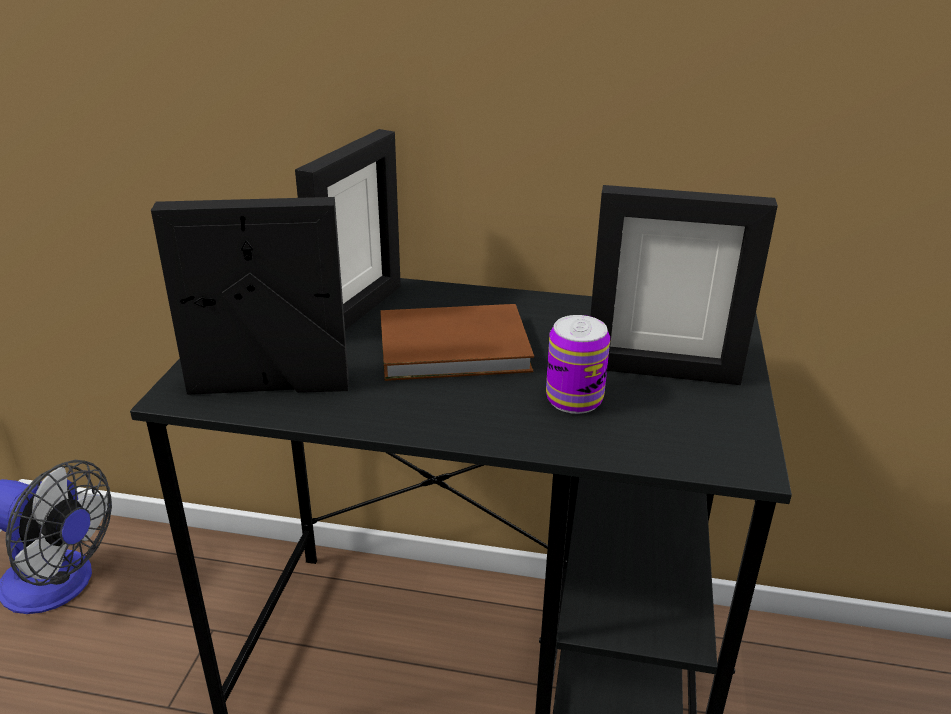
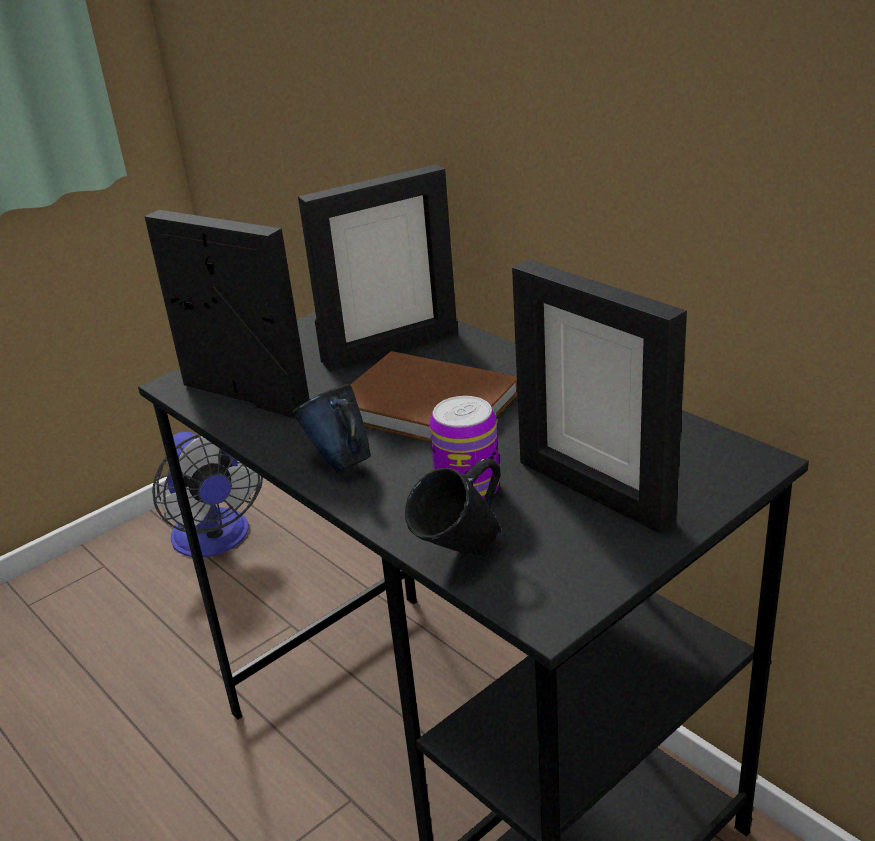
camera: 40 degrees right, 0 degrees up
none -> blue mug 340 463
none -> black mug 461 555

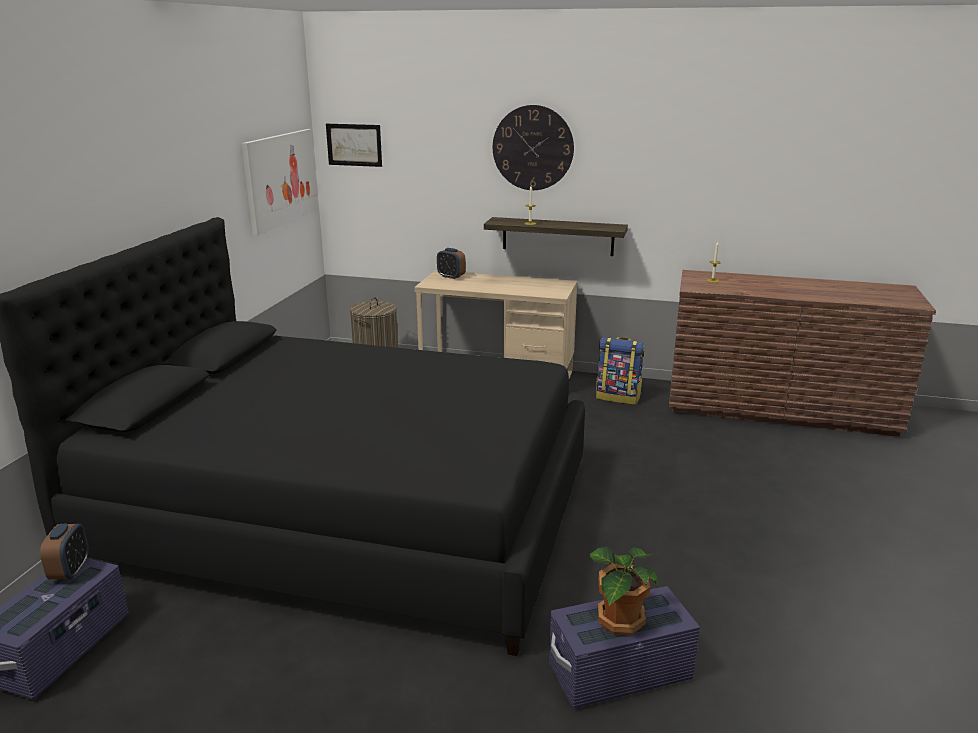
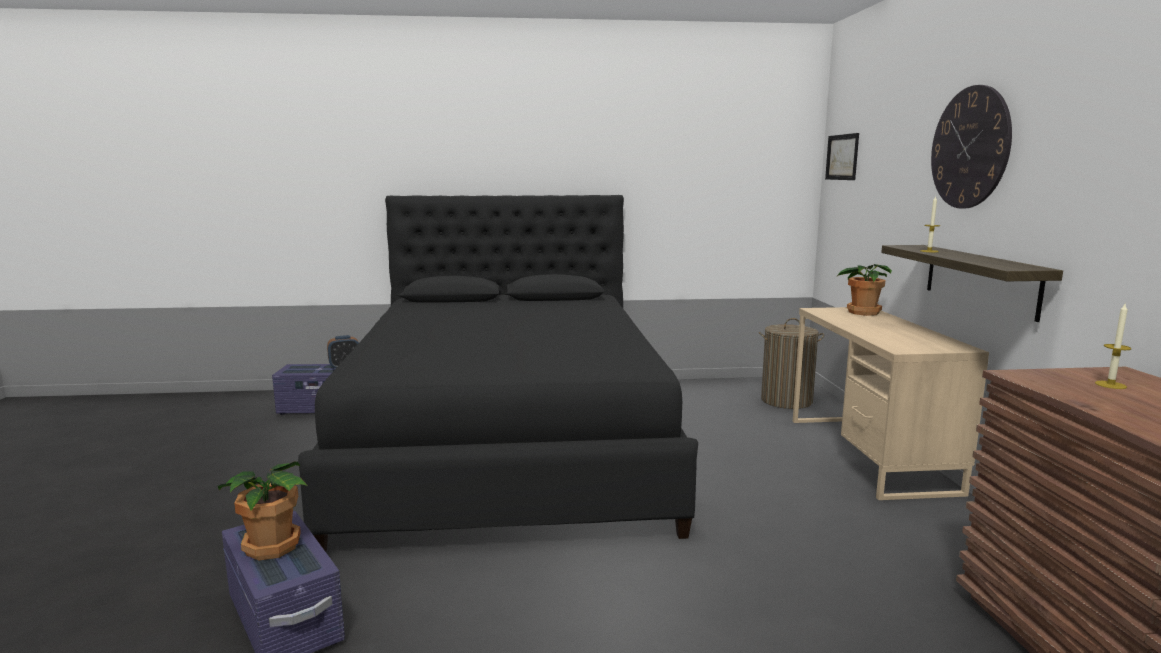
camera: 70 degrees right, 10 degrees down
picture 281 179 -> none
backpack 618 397 -> none
alarm clock 451 276 -> potted plant 862 312

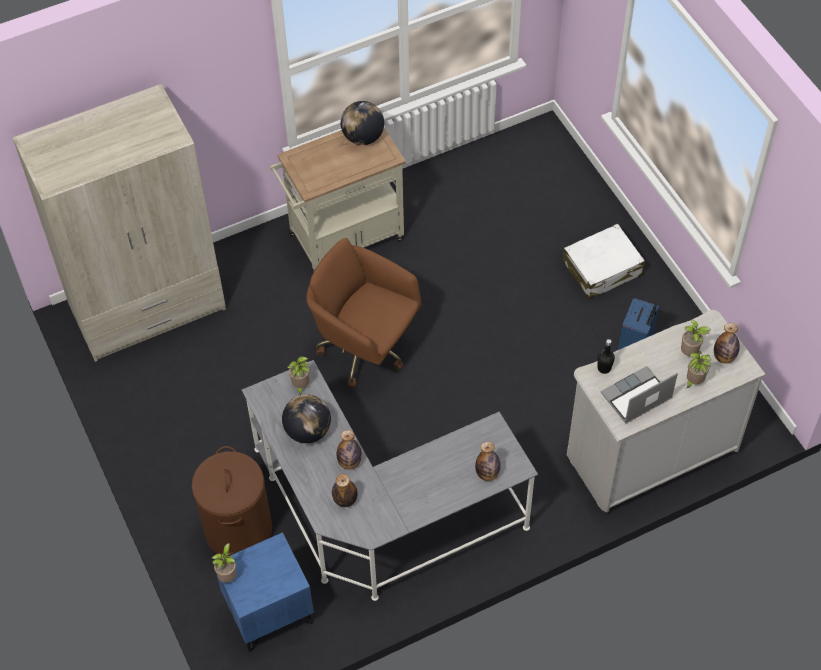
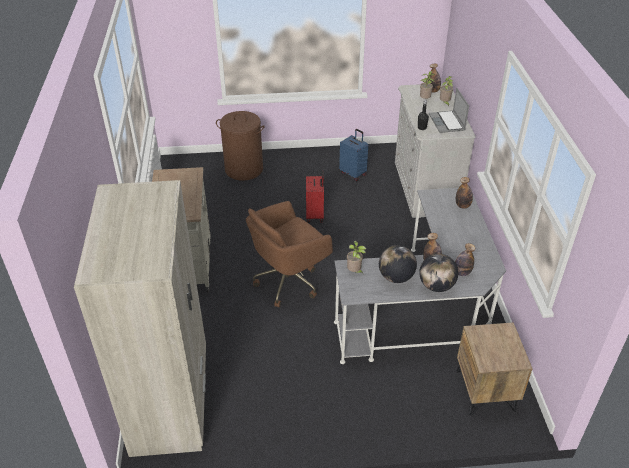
camera: 70 degrees left, 15 degrees down
potted plant 228 576 -> none
white suitcase 602 269 -> none
none -> red suitcase 315 215
brown laundry basket 238 529 -> brown laundry basket 243 169, moved
globe 363 137 -> globe 436 286, moved
blue nightstand 269 613 -> brown nightstand 485 391

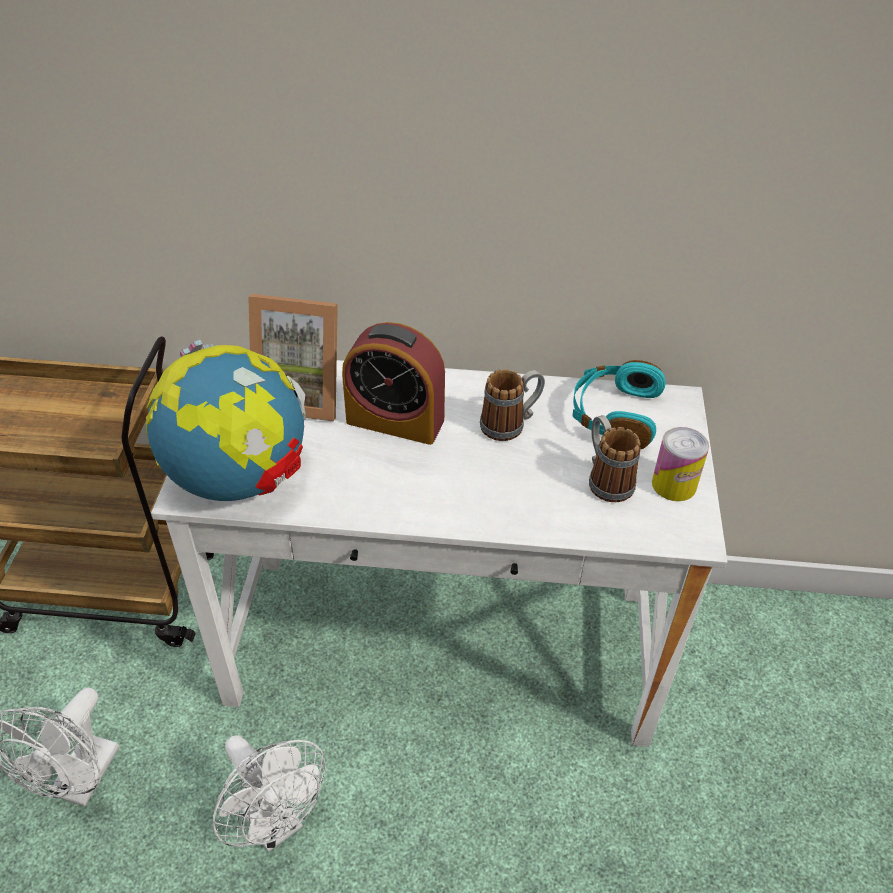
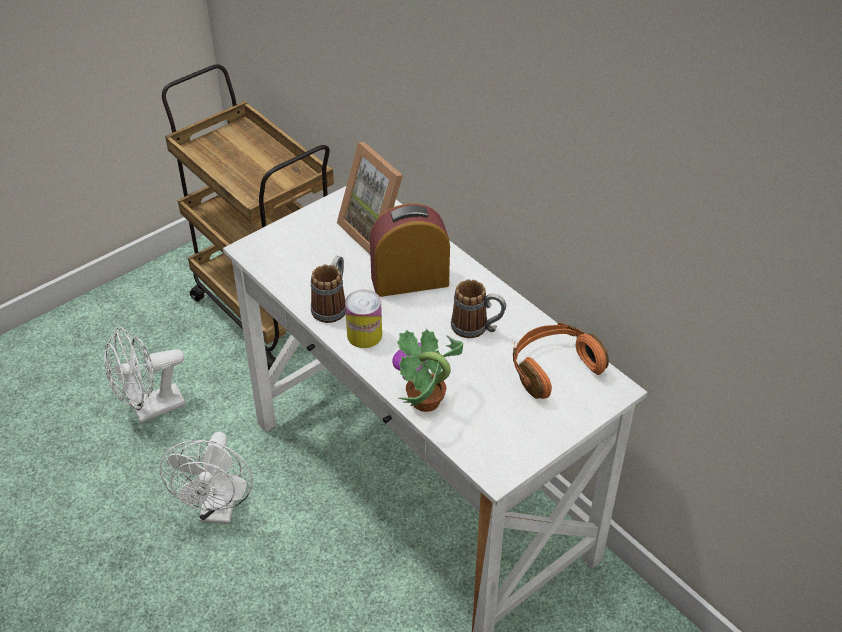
camera: 45 degrees right, 0 degrees up
globe 240 479 -> none
none -> potted plant 425 402
mug 605 479 -> mug 332 305, moved
can 674 484 -> can 364 335, moved
turquoise headphones 614 416 -> orange headphones 553 368
alarm clock 395 421 -> alarm clock 410 281, 105 degrees clockwise

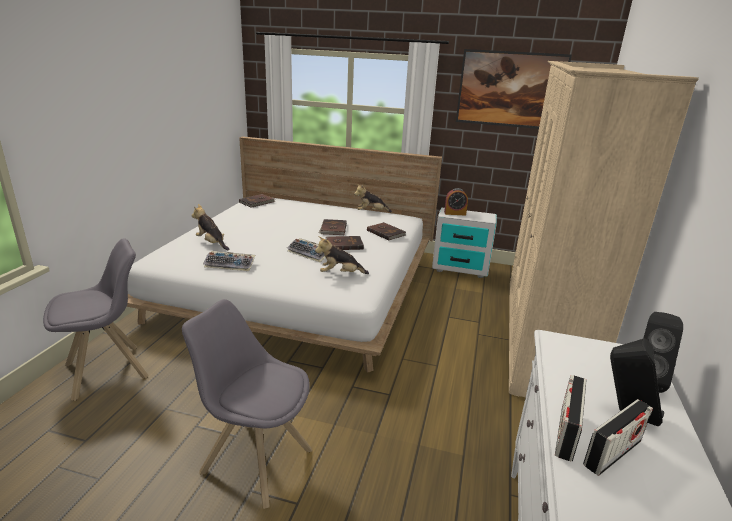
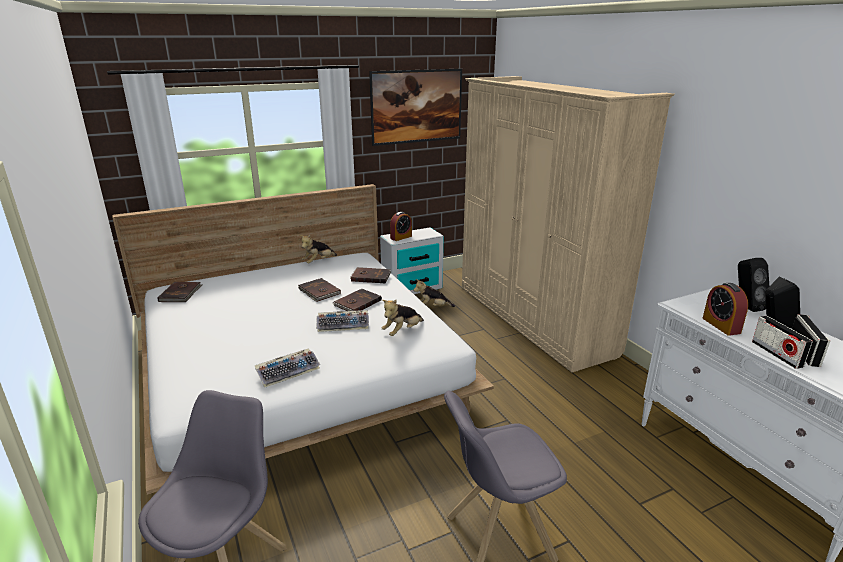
camera: 40 degrees left, 0 degrees up
none -> alarm clock 721 325
plush toy 211 243 -> plush toy 432 307, moved

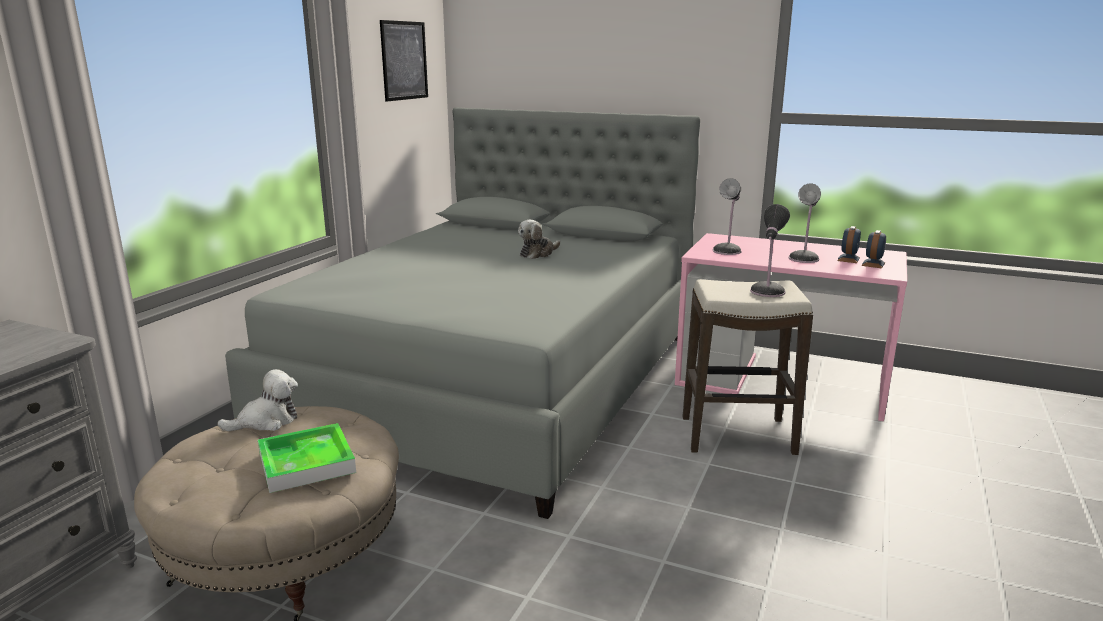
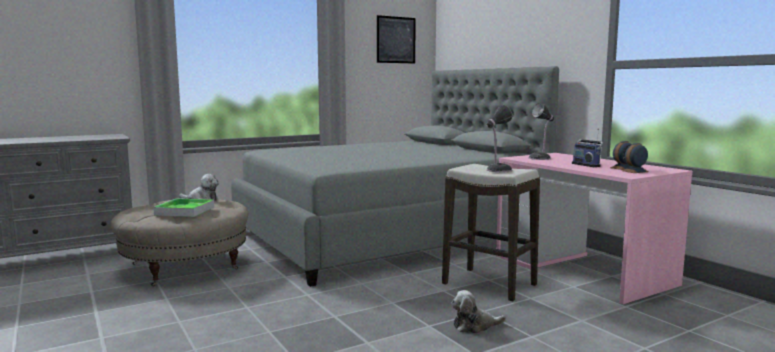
camera: 35 degrees right, 10 degrees down
plush toy 538 253 -> plush toy 474 326, moved
table lamp 804 258 -> radio 587 165

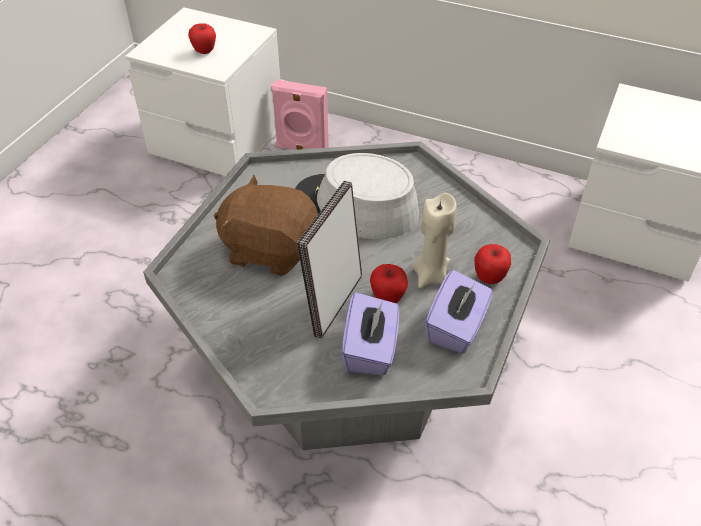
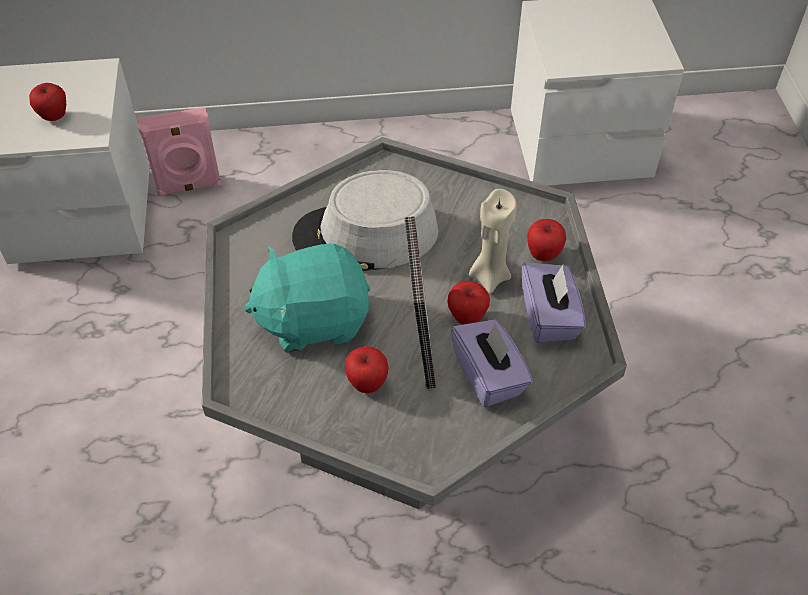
camera: 30 degrees left, 5 degrees up
none -> apple 367 383
brown plush toy 270 249 -> turquoise plush toy 313 319

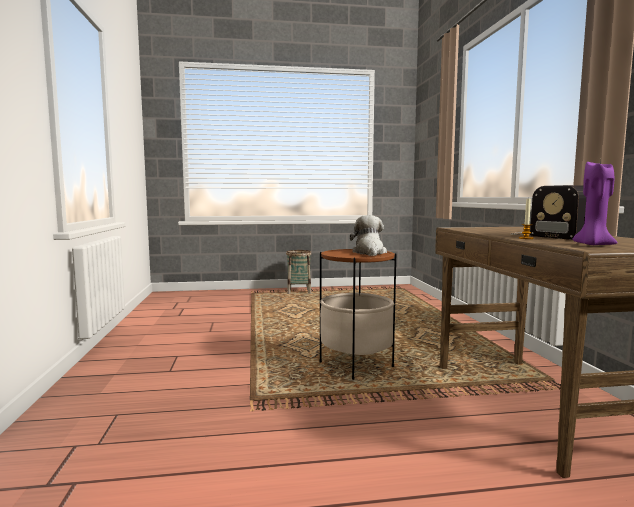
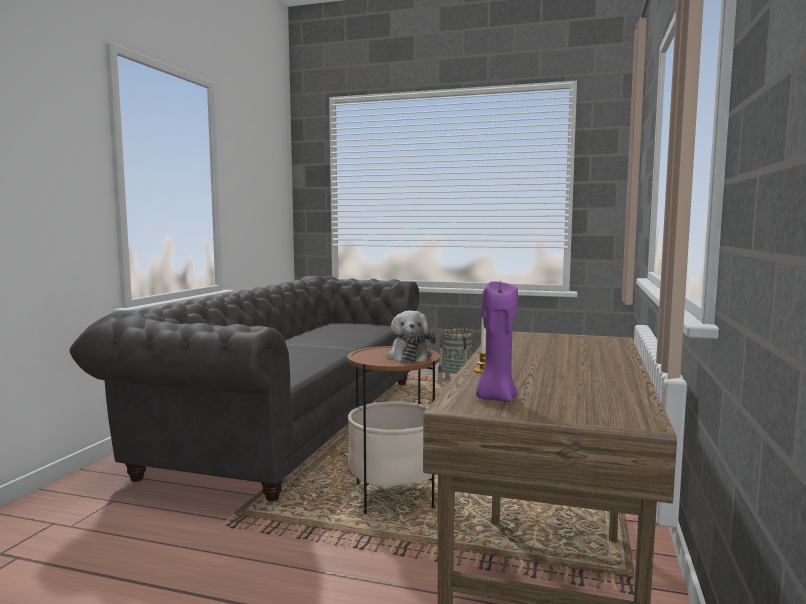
camera: 25 degrees right, 0 degrees up
radio 548 235 -> none
none -> grey sofa 292 420
plush toy 369 253 -> plush toy 409 356, 150 degrees clockwise

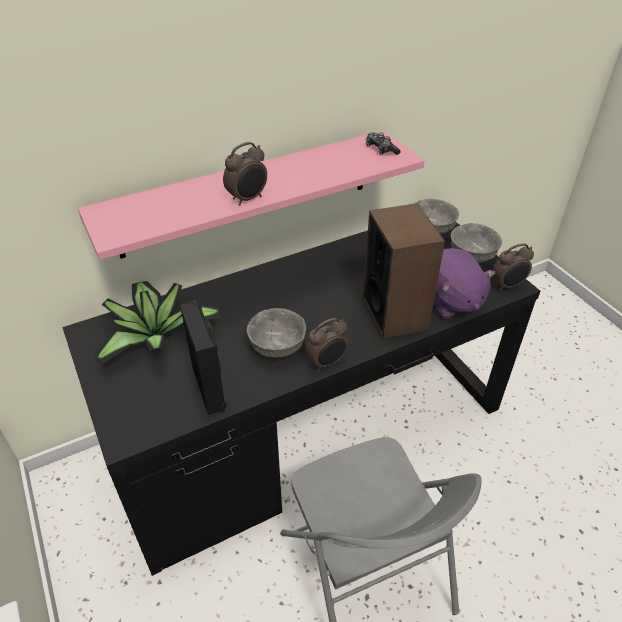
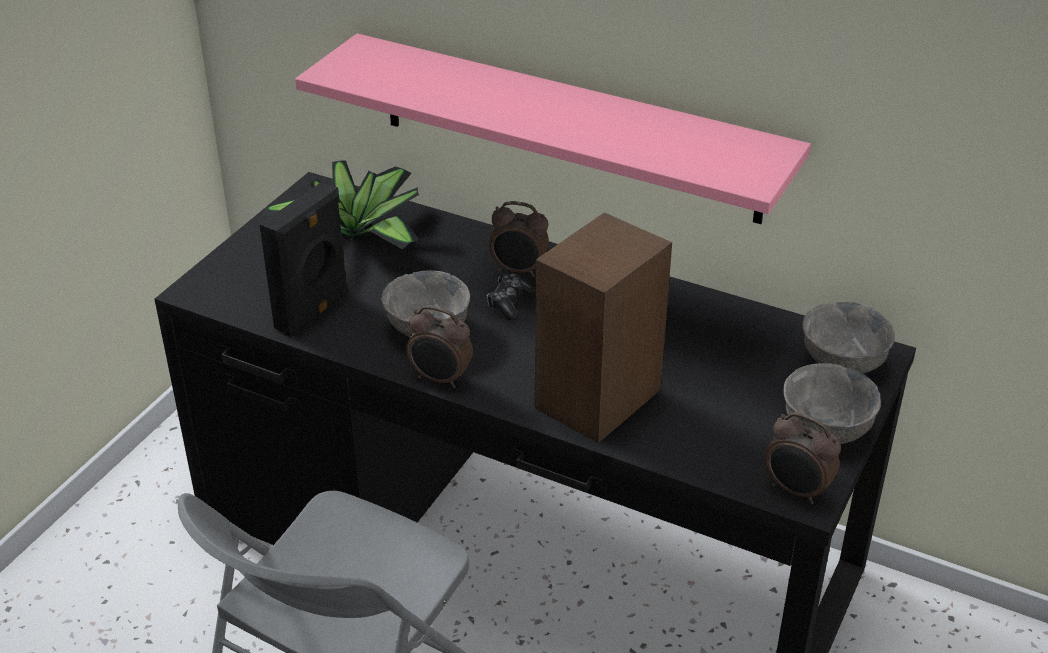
camera: 55 degrees right, 5 degrees down
purple plush toy 449 301 -> none
alarm clock 248 199 -> alarm clock 518 270, moved
game controller 380 150 -> game controller 509 303, moved

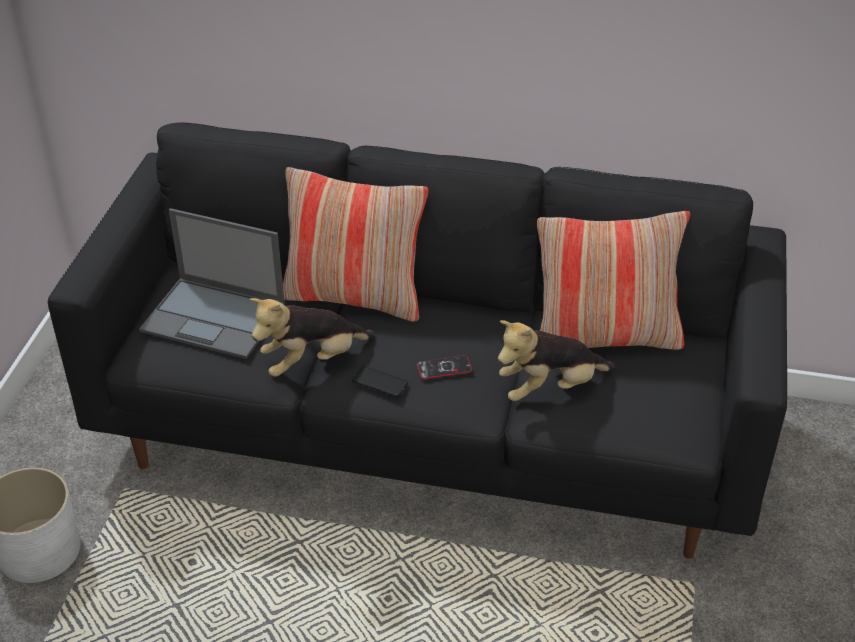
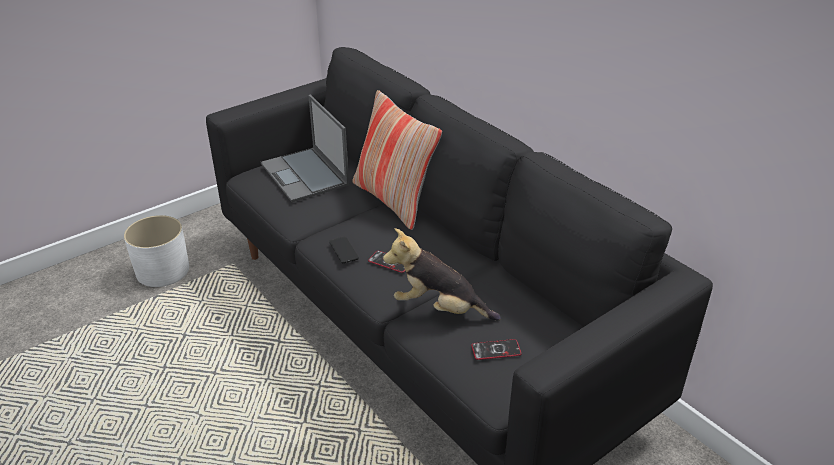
camera: 40 degrees right, 5 degrees down
plush toy 312 361 -> none
pillow 605 337 -> none
none -> phone 496 350

